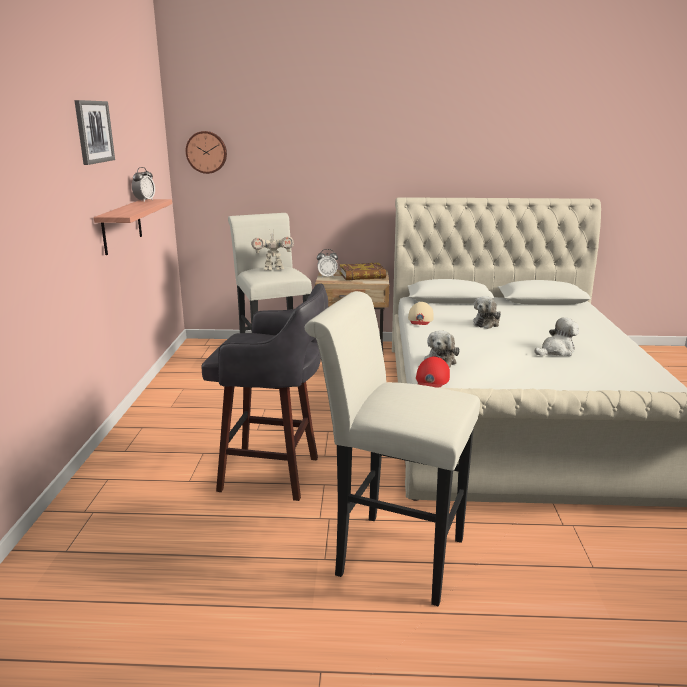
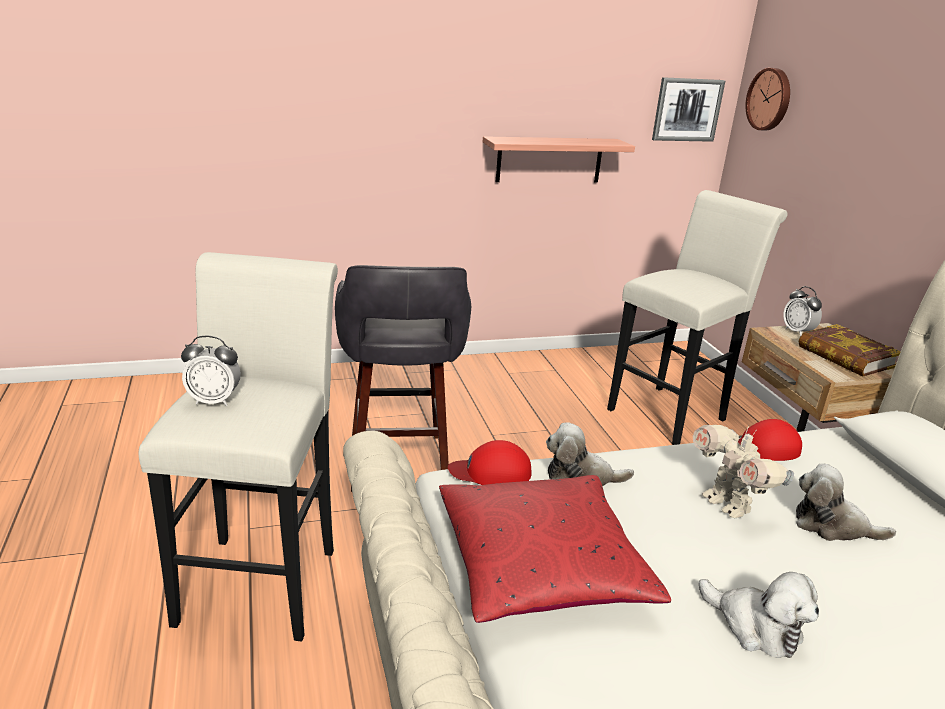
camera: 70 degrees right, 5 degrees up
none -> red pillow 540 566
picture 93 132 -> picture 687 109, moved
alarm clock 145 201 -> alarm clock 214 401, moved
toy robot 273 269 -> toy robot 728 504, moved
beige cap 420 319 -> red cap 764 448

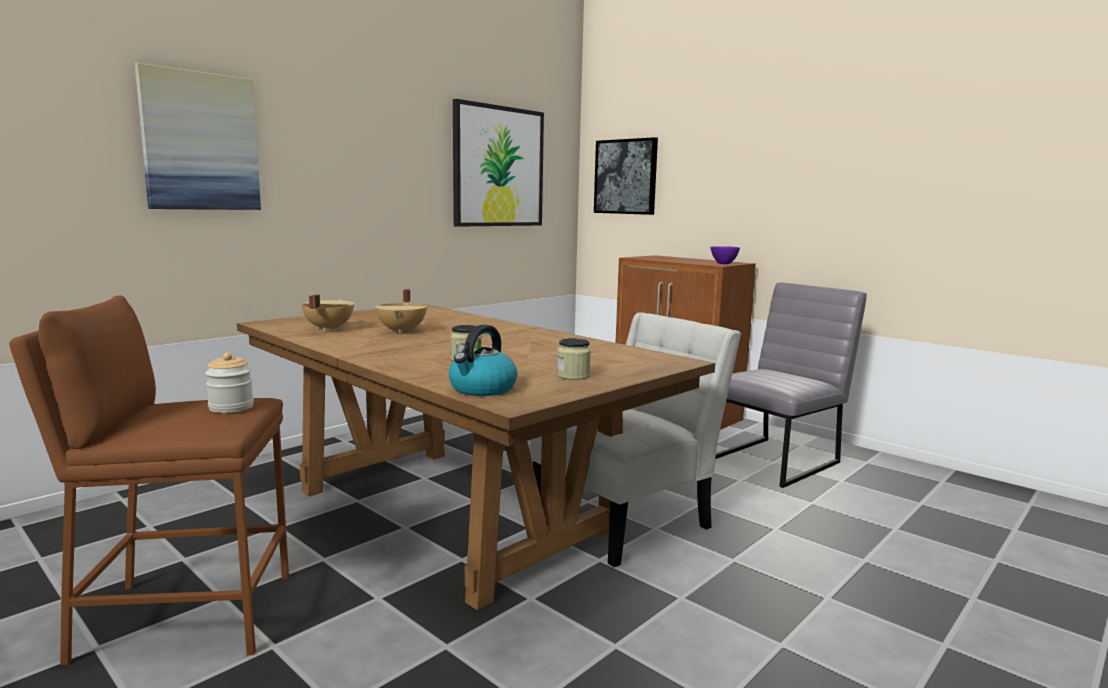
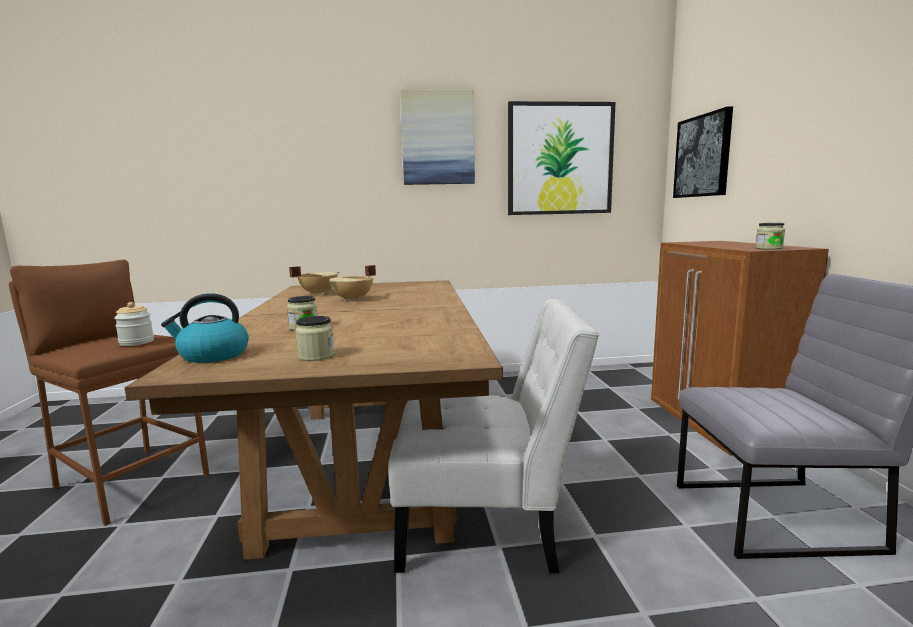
camera: 40 degrees right, 0 degrees up
picture 200 142 -> picture 437 138, moved
purple bowl 723 263 -> jar 768 248

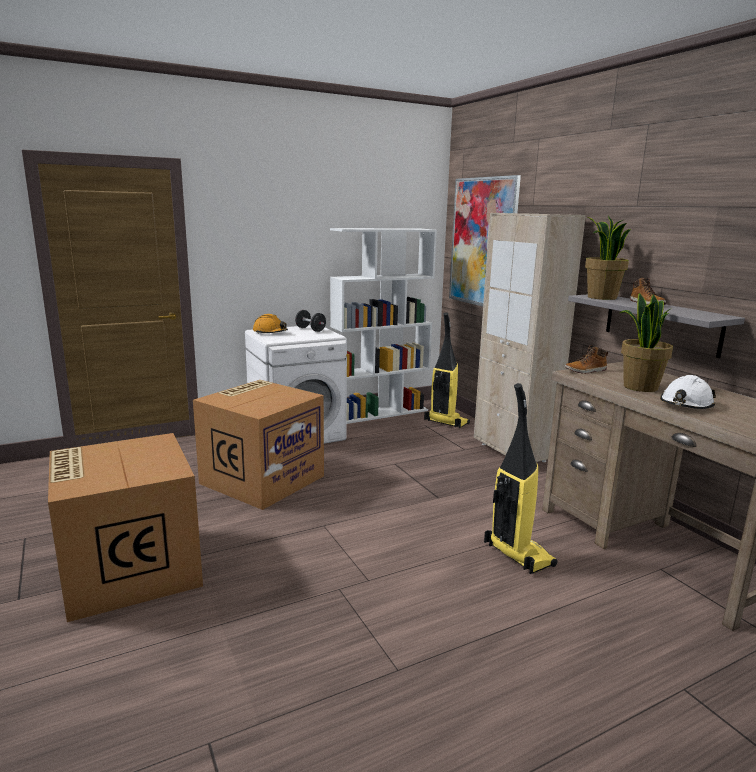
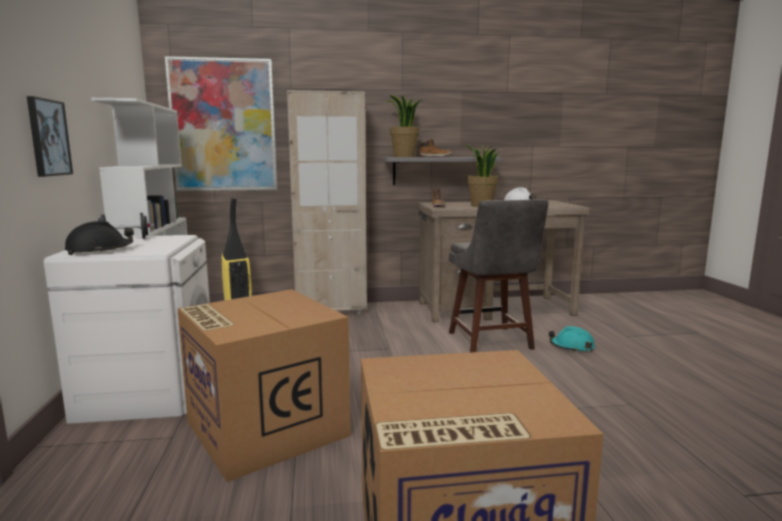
camera: 70 degrees left, 5 degrees down
none -> picture 48 137
none -> turquoise hard hat 571 347
vacuum cleaner 517 554 -> grey stool 491 342
orange hard hat 270 332 -> black hard hat 100 250

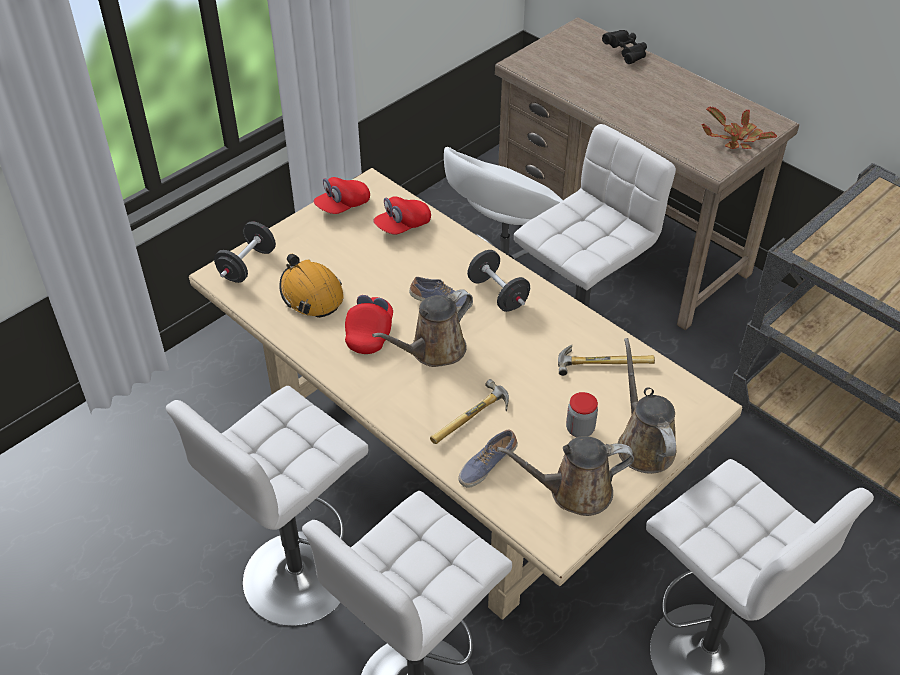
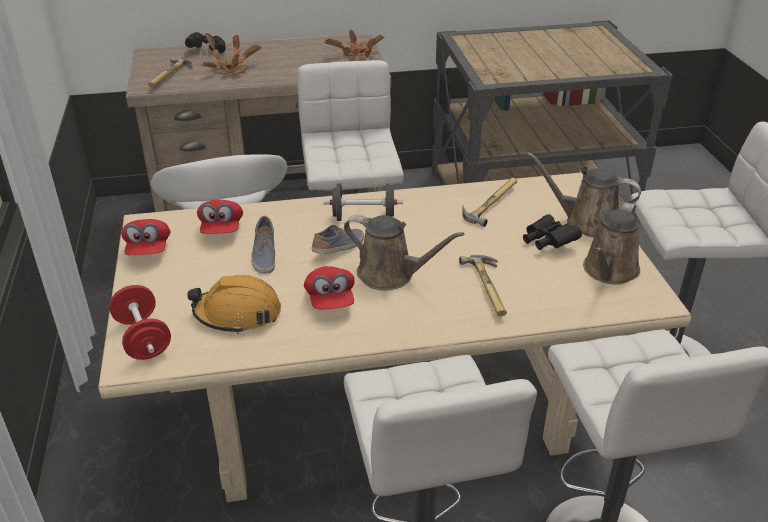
camera: 55 degrees left, 10 degrees down
none -> hammer 172 76
none -> potted plant 230 68
shoe 487 465 -> shoe 264 255, moved
jar 580 429 -> black binoculars 547 242
black dumbbell 247 265 -> red dumbbell 143 338
red cap 370 333 -> red cap 330 300, 150 degrees counterclockwise
brown watering can 433 351 -> brown watering can 391 275, 60 degrees counterclockwise

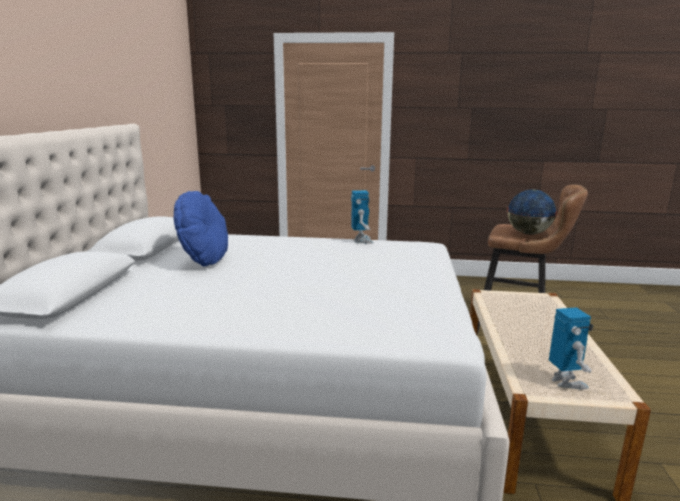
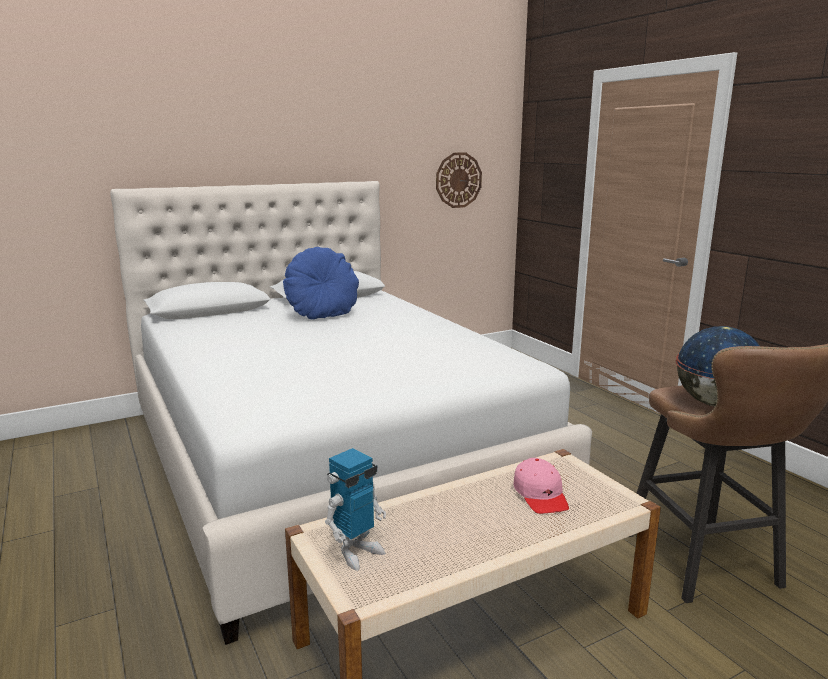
camera: 55 degrees right, 0 degrees up
toy robot 361 241 -> none
none -> wall clock 458 180
none -> pink cap 540 495

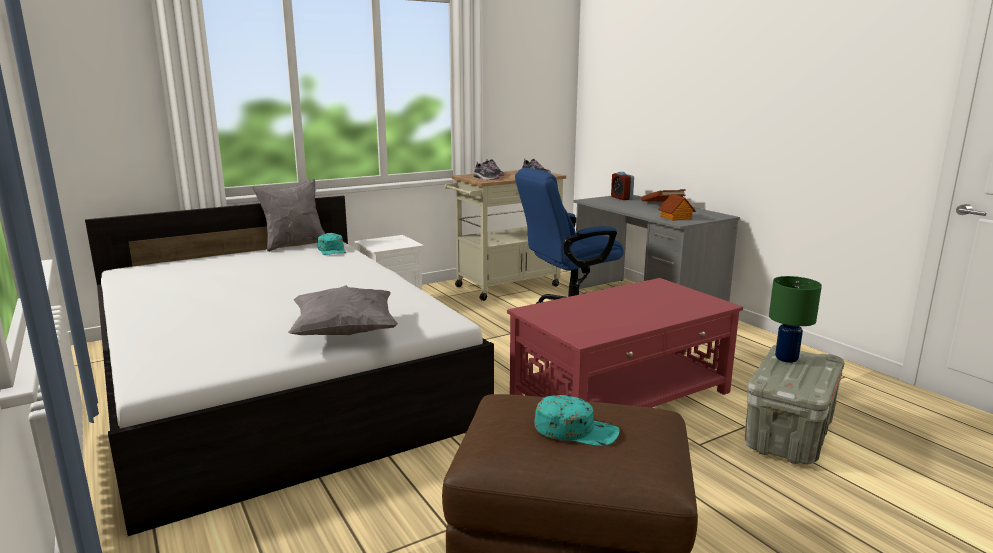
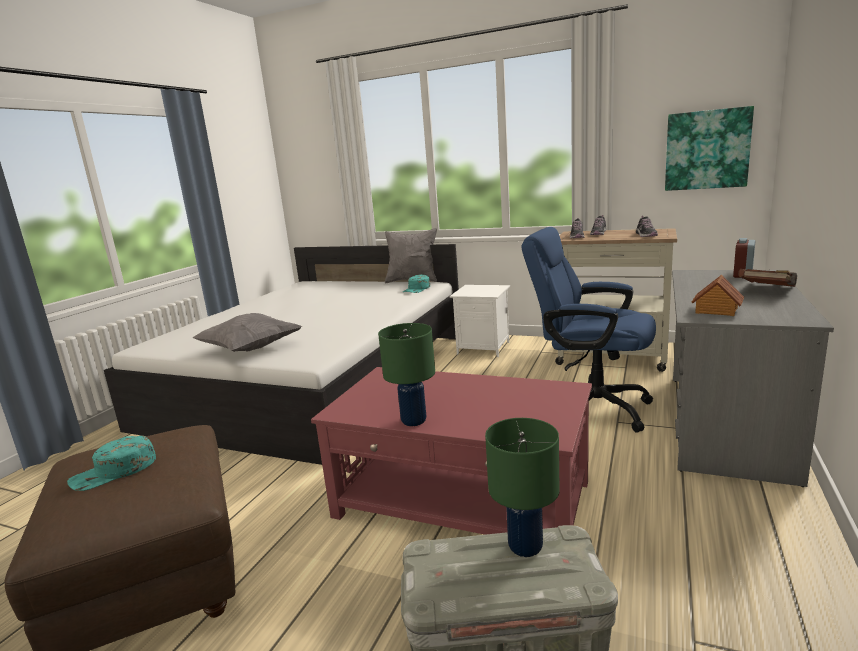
camera: 55 degrees right, 0 degrees up
none -> green table lamp 415 421
none -> picture 707 150
turquoise cap 576 430 -> turquoise cap 114 471, 75 degrees clockwise

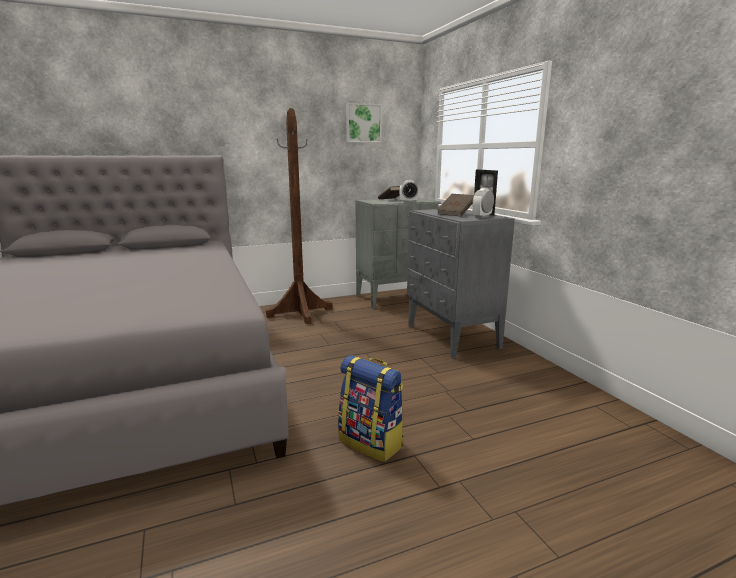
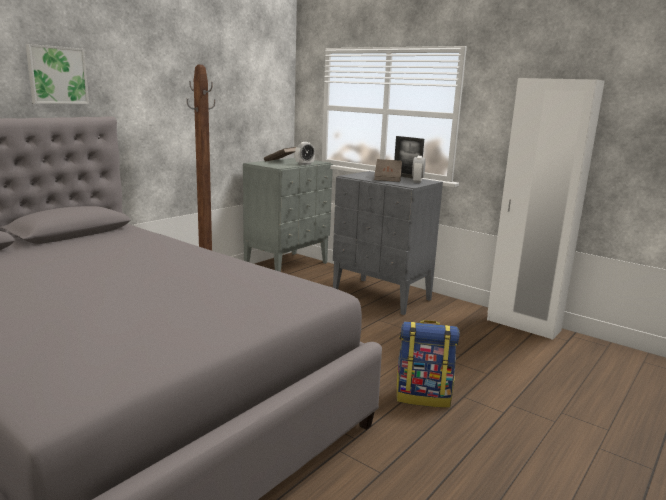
camera: 30 degrees left, 0 degrees up
none -> white wardrobe 523 325
picture 363 123 -> picture 57 75, moved

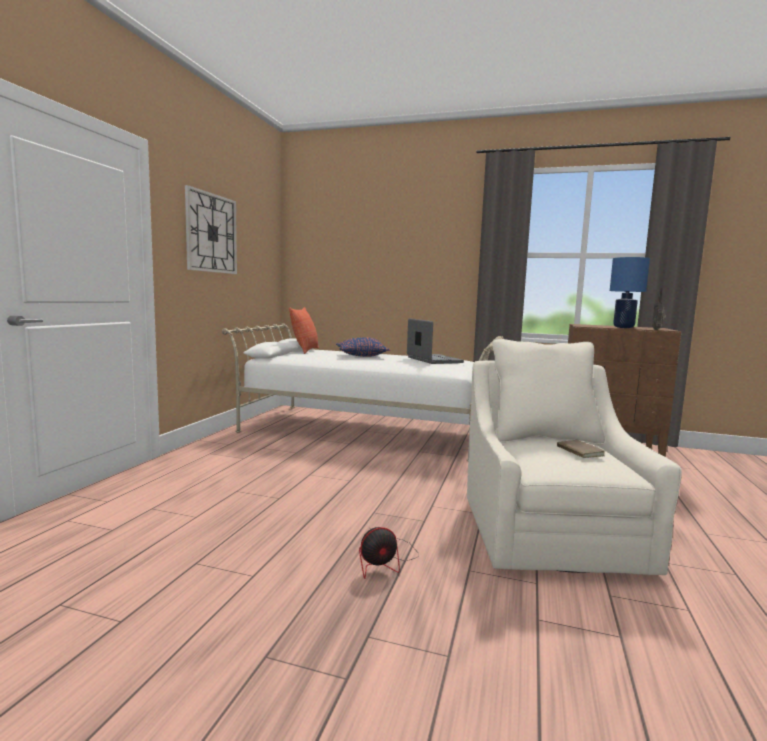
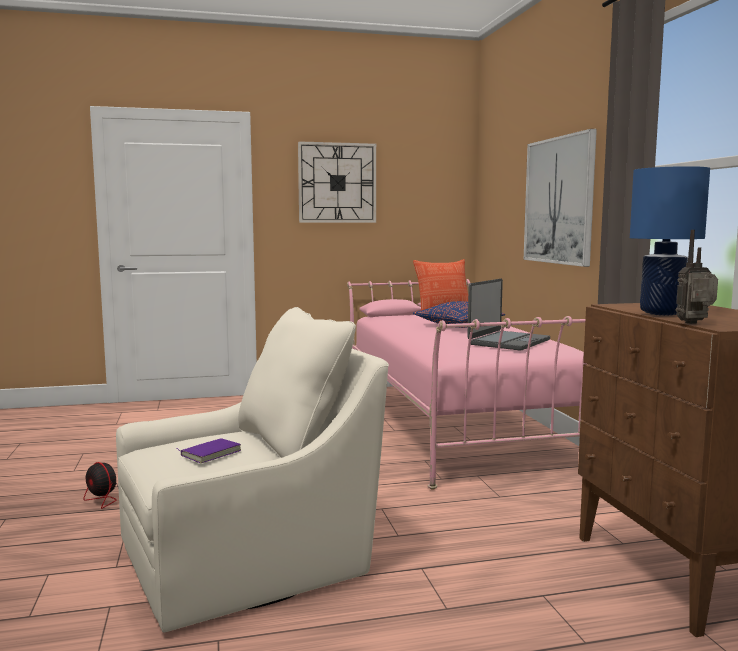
camera: 60 degrees right, 0 degrees up
none -> picture 559 200
white bed 365 430 -> pink bed 455 425
brown book 578 451 -> purple book 210 453

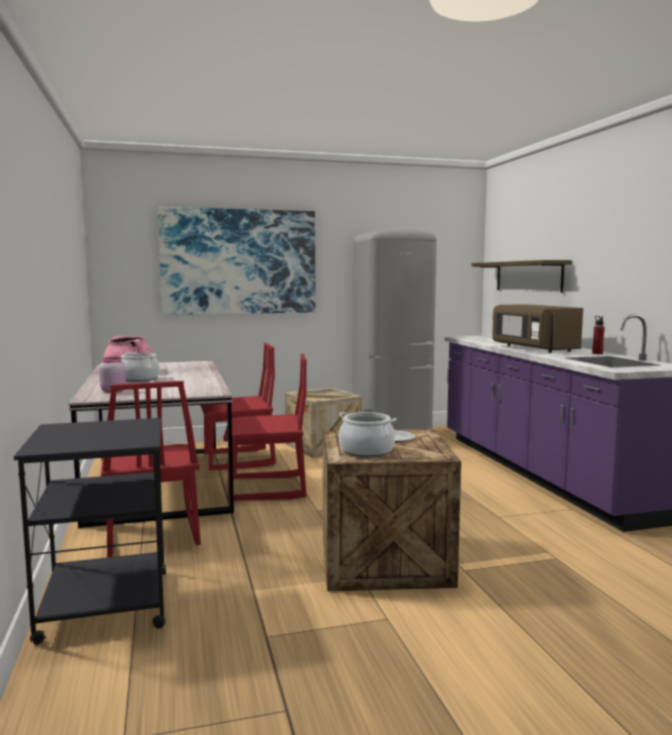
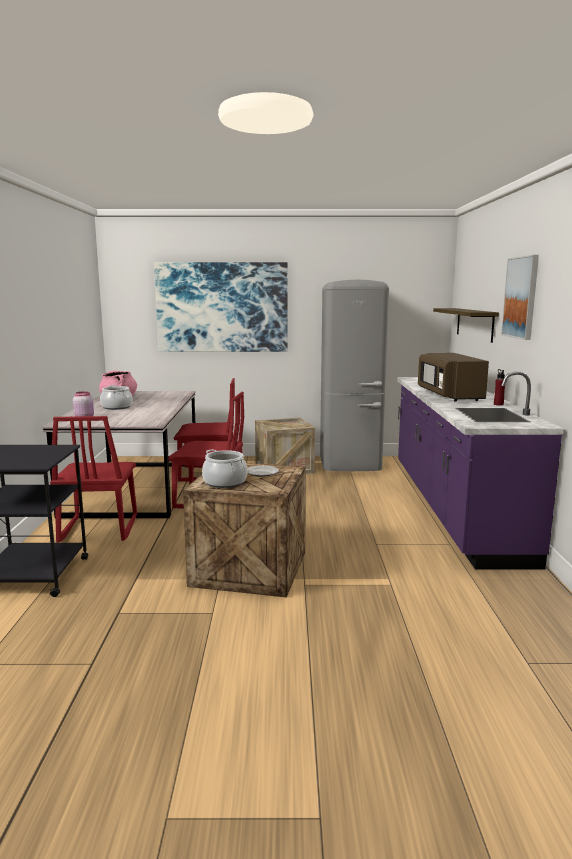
camera: 15 degrees right, 5 degrees up
none -> picture 521 297

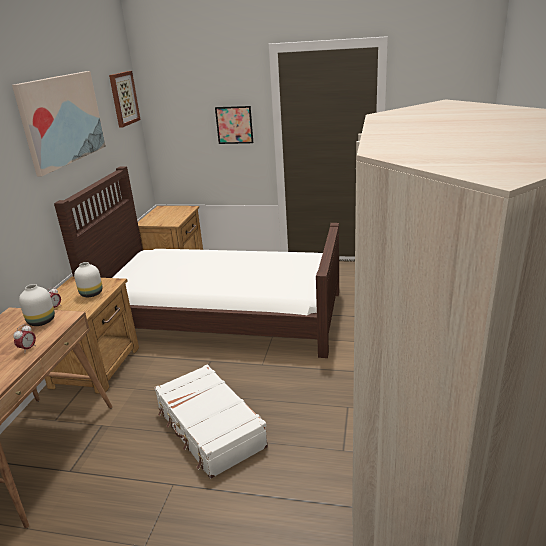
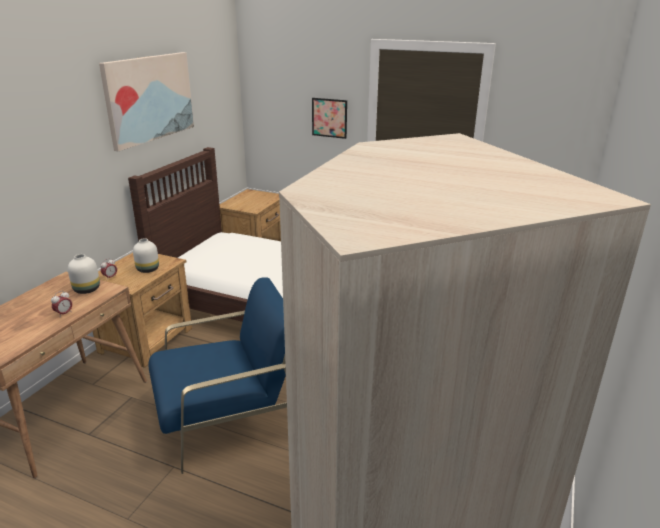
camera: 10 degrees right, 0 degrees up
picture 123 98 -> none
white suitcase 209 428 -> blue armchair 227 420

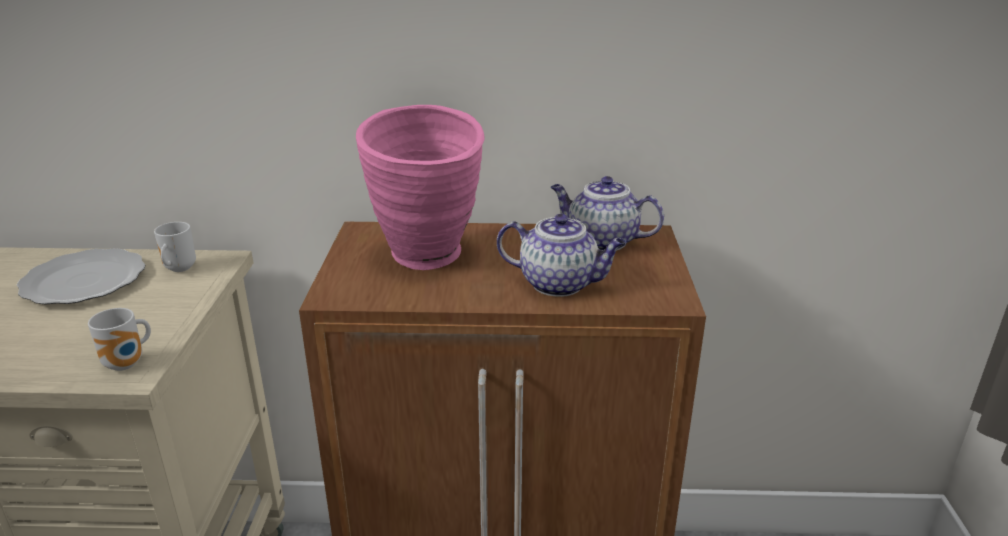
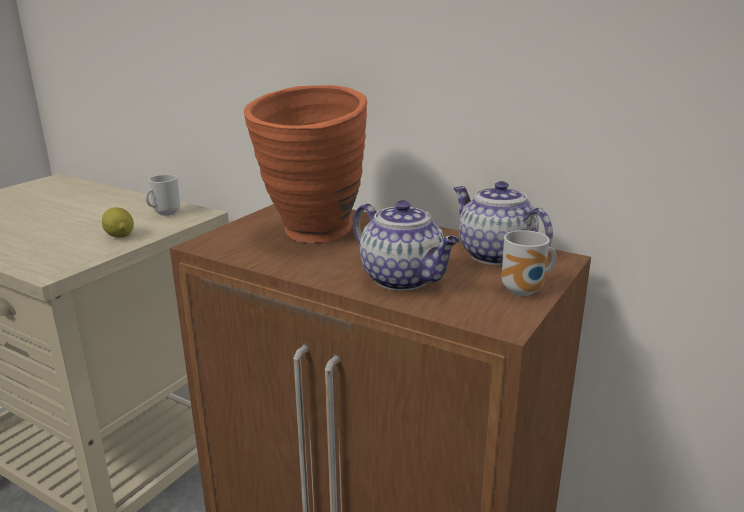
camera: 30 degrees right, 5 degrees down
plate 83 282 -> none
none -> lemon 120 236
mug 128 364 -> mug 525 291, moved
pink vase 428 262 -> orange vase 312 237

